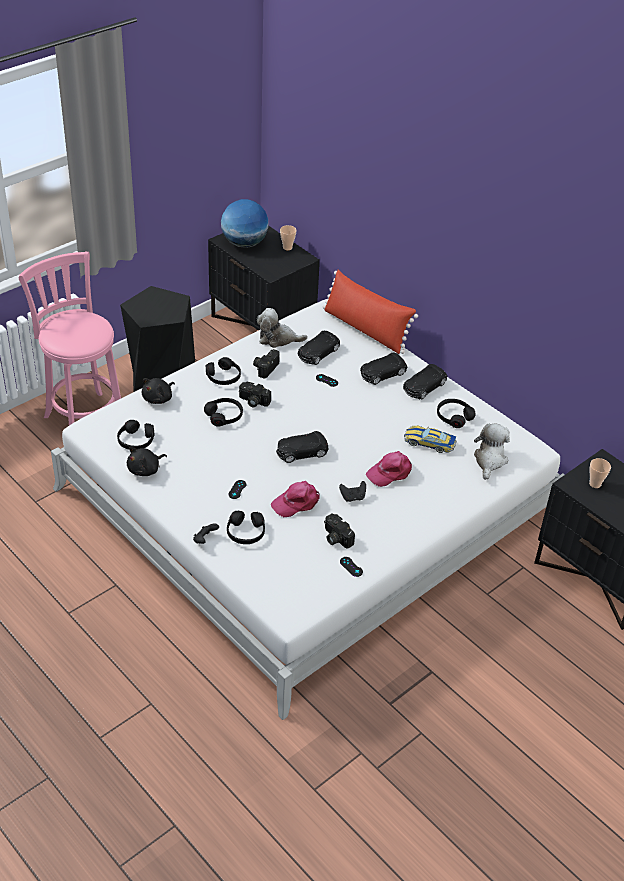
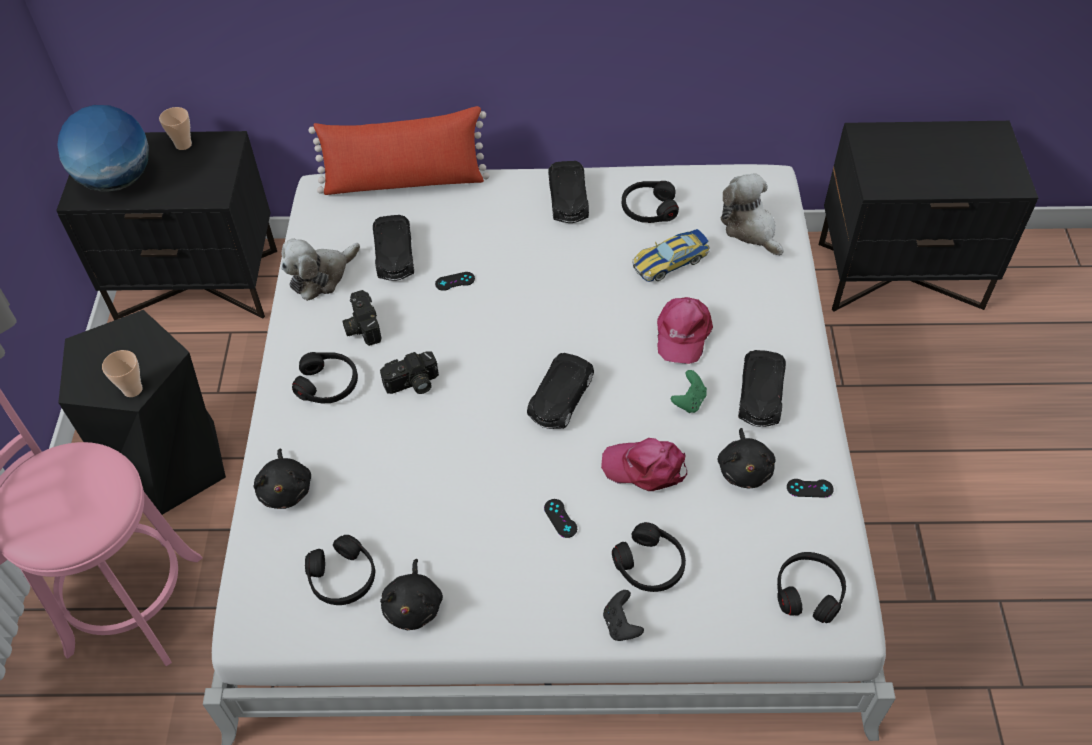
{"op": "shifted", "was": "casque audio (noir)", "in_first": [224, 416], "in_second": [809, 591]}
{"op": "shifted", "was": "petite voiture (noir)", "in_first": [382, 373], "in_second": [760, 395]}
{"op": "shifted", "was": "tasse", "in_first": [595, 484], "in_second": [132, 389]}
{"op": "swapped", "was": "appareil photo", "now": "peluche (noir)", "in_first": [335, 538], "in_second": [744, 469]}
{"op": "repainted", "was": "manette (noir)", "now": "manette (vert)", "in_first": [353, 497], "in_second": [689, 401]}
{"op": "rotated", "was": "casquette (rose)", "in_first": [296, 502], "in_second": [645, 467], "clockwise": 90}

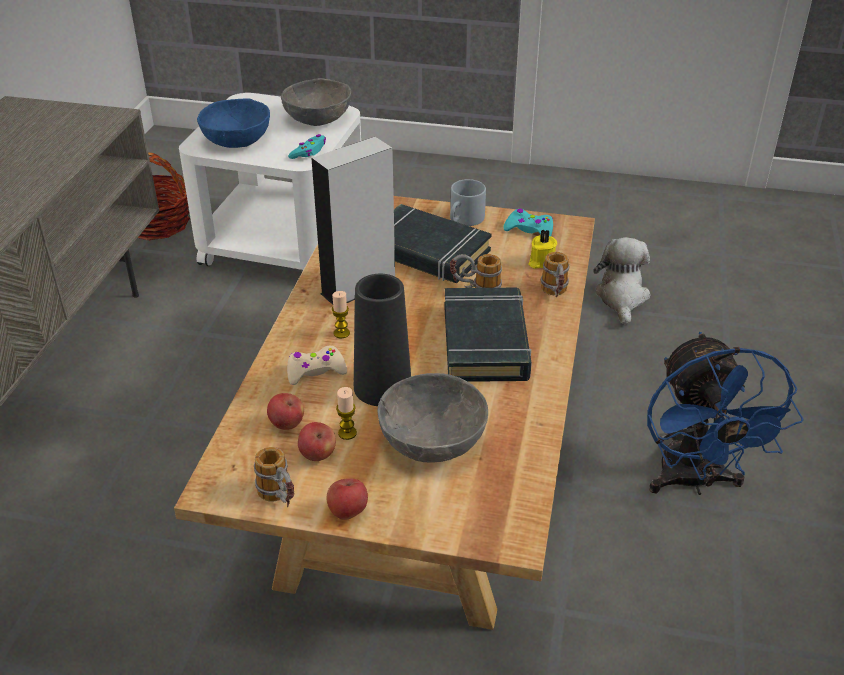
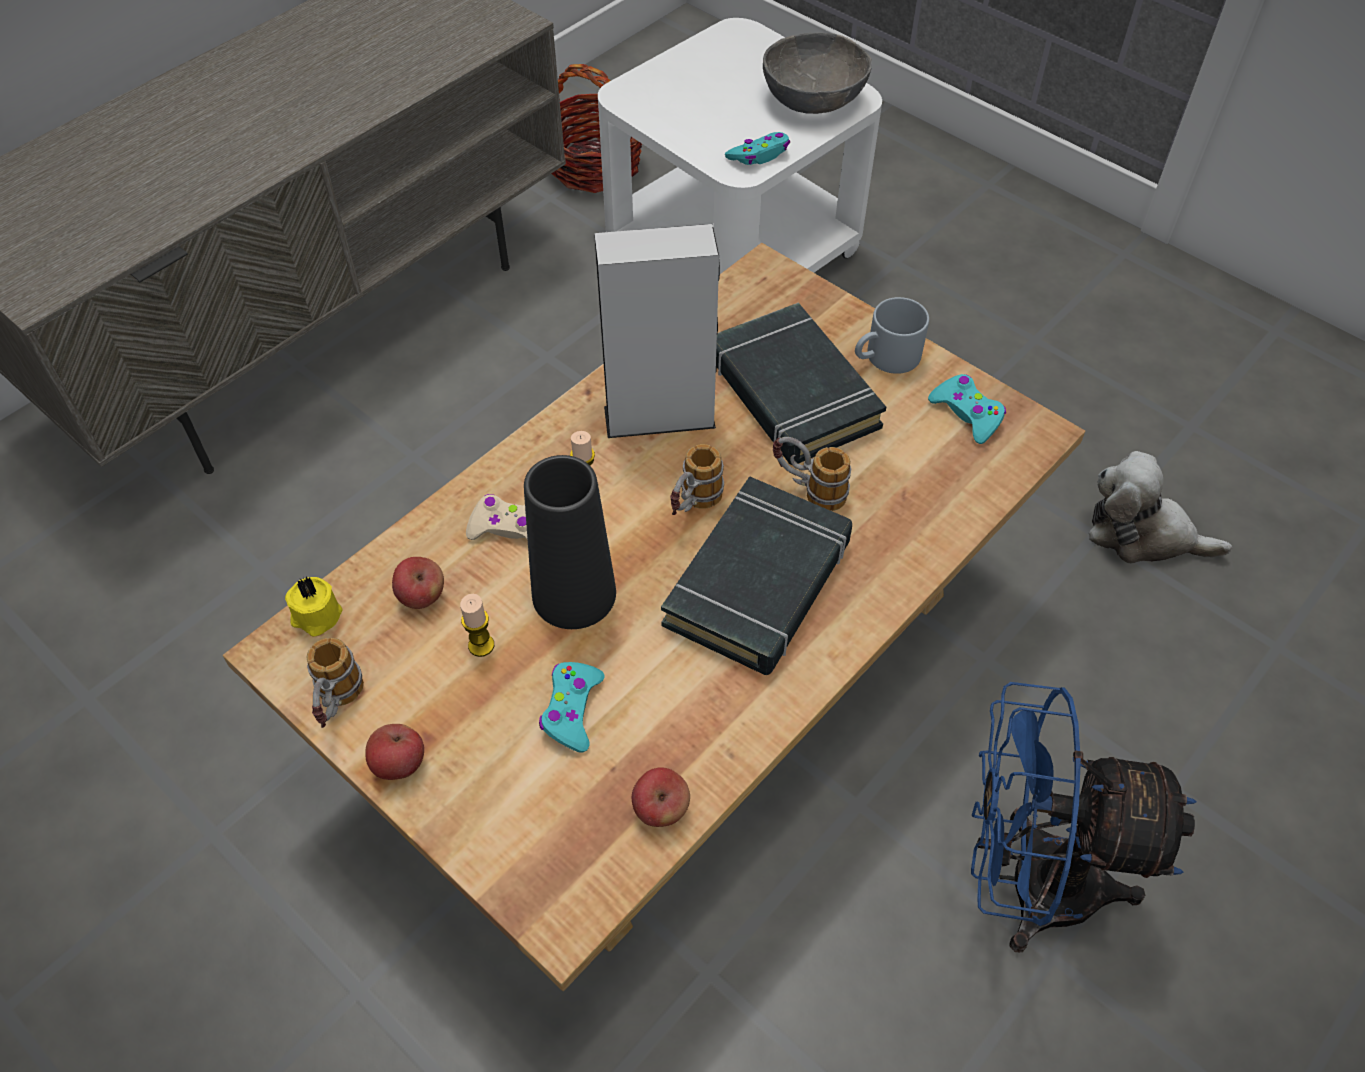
{"op": "gone", "was": "bol (bleu)", "in_first": [237, 140]}
{"op": "shifted", "was": "pomme", "in_first": [318, 455], "in_second": [661, 809]}
{"op": "shifted", "was": "bougie (jaune)", "in_first": [540, 262], "in_second": [316, 616]}
{"op": "shifted", "was": "mug", "in_first": [555, 295], "in_second": [693, 507]}
{"op": "swapped", "was": "bol (gris)", "now": "manette (turquoise)", "in_first": [431, 441], "in_second": [572, 710]}
{"op": "rotated", "was": "peluche", "in_first": [621, 298], "in_second": [1142, 534], "clockwise": -105}
{"op": "rotated", "was": "ventilateur (bleu)", "in_first": [693, 481], "in_second": [1027, 882], "clockwise": 75}

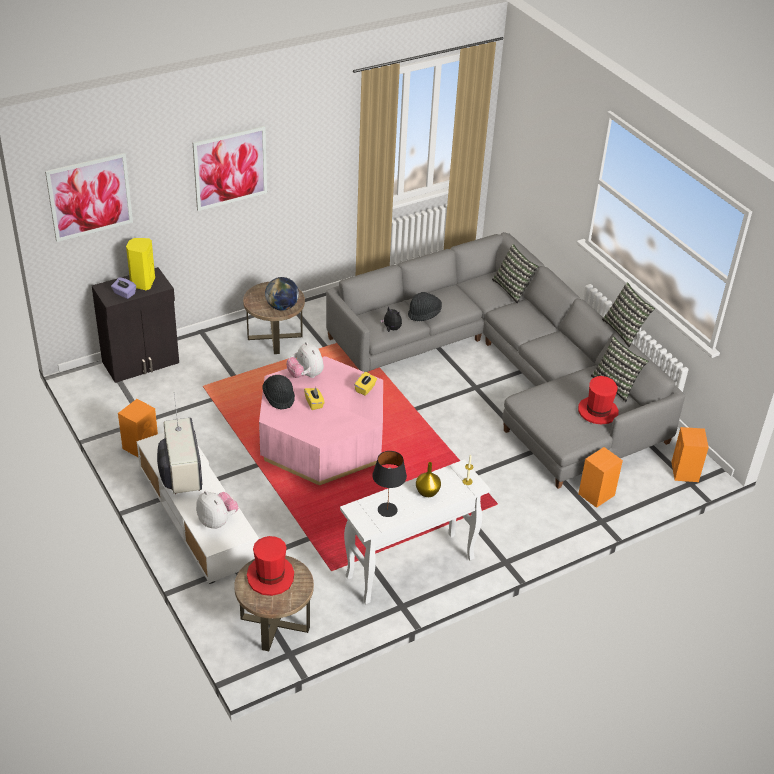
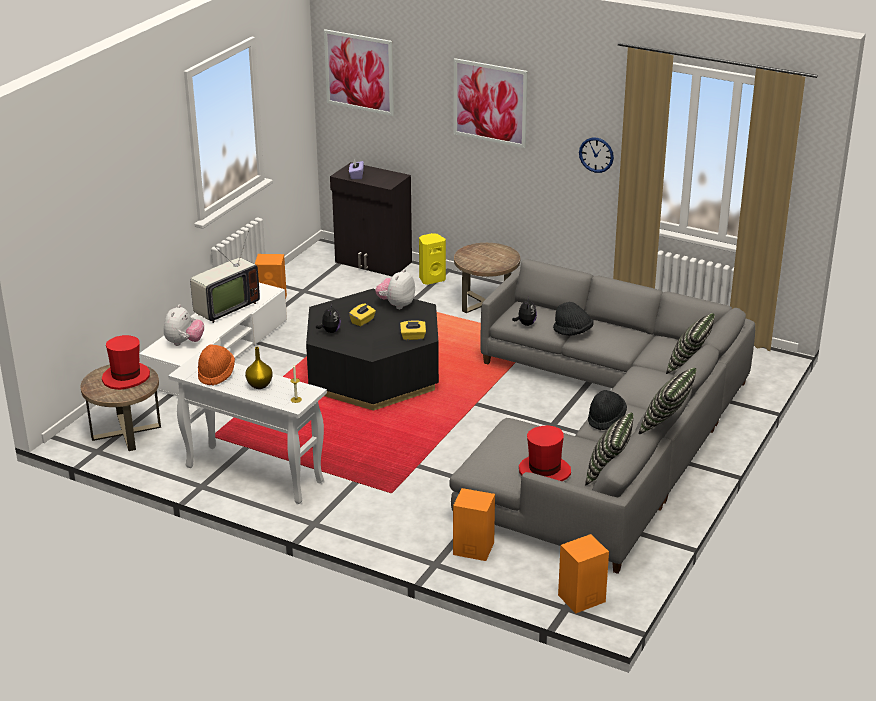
{"op": "gone", "was": "globe", "in_first": [282, 307]}
{"op": "new", "now": "peluche", "in_second": [330, 331]}
{"op": "new", "now": "horloge murale", "in_second": [596, 155]}
{"op": "shifted", "was": "enceinte (jaune)", "in_first": [142, 283], "in_second": [431, 279]}
{"op": "shifted", "was": "chapeau (noir)", "in_first": [279, 398], "in_second": [606, 419]}
{"op": "swapped", "was": "lampe de table (noir)", "now": "chapeau (orange)", "in_first": [387, 510], "in_second": [216, 374]}
{"op": "repainted", "was": "table basse (rose)", "now": "table basse (noir)", "in_first": [322, 440], "in_second": [374, 374]}

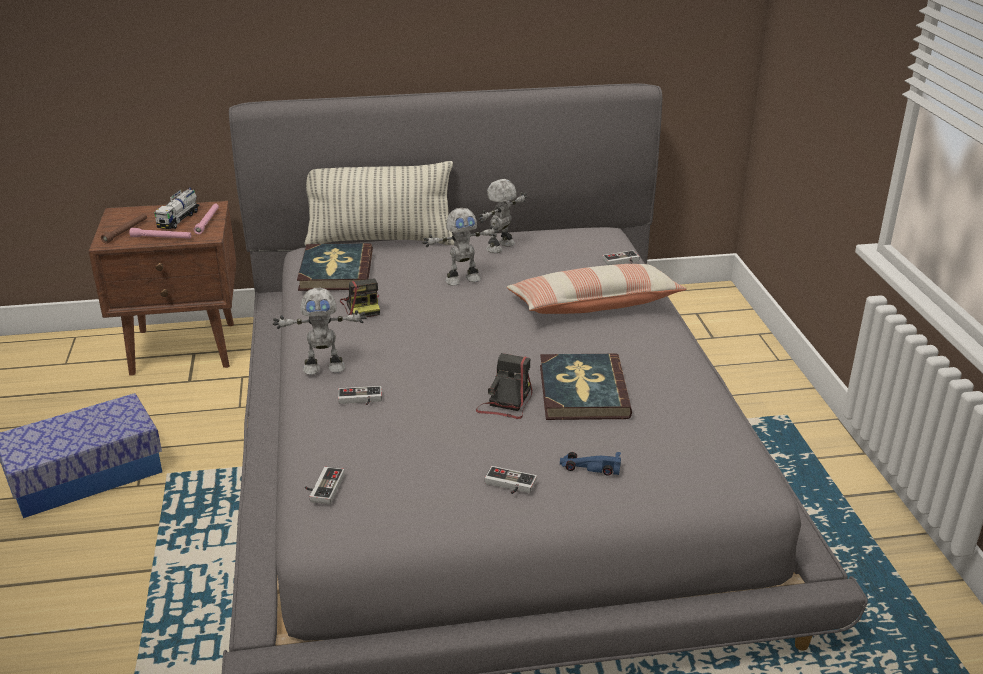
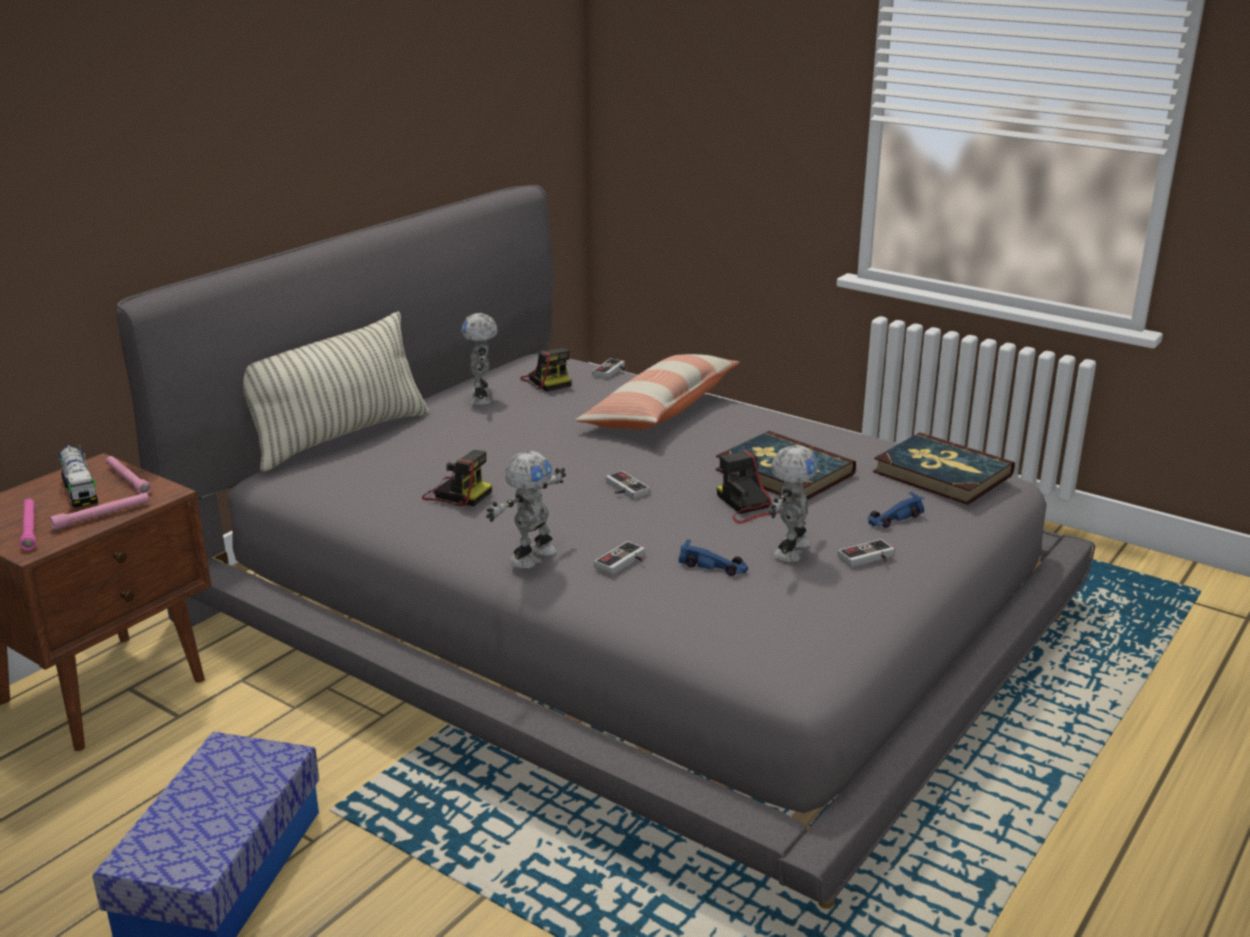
{"op": "new", "now": "appareil photo", "in_second": [547, 381]}
{"op": "new", "now": "petite voiture (bleu)", "in_second": [714, 566]}
{"op": "shifted", "was": "livre", "in_first": [335, 271], "in_second": [942, 474]}
{"op": "shifted", "was": "manette", "in_first": [322, 487], "in_second": [623, 489]}
{"op": "shifted", "was": "robot jouet", "in_first": [462, 279], "in_second": [789, 550]}
{"op": "repainted", "was": "lampe de poche (marron)", "now": "lampe de poche (rose)", "in_first": [126, 231], "in_second": [29, 529]}

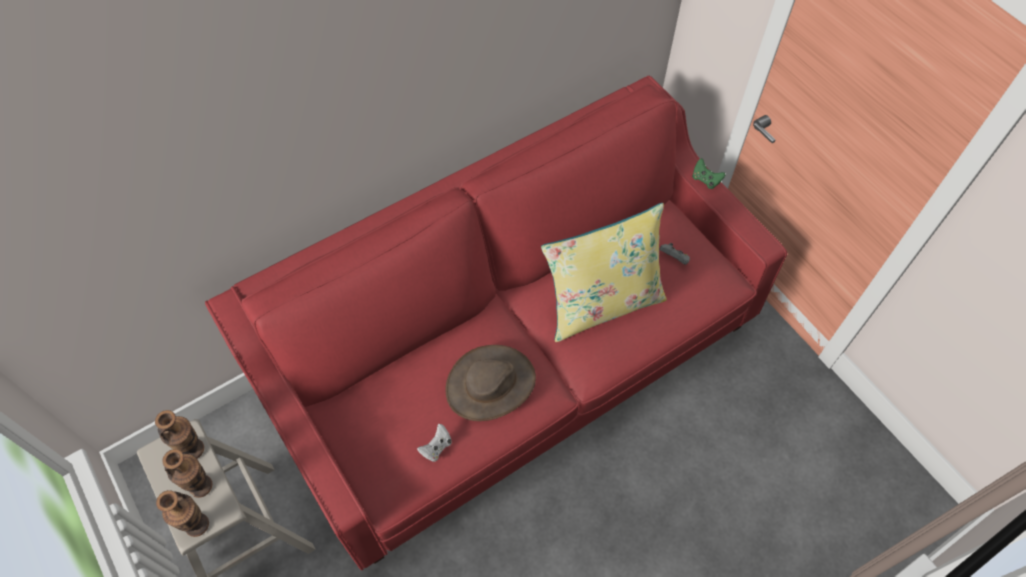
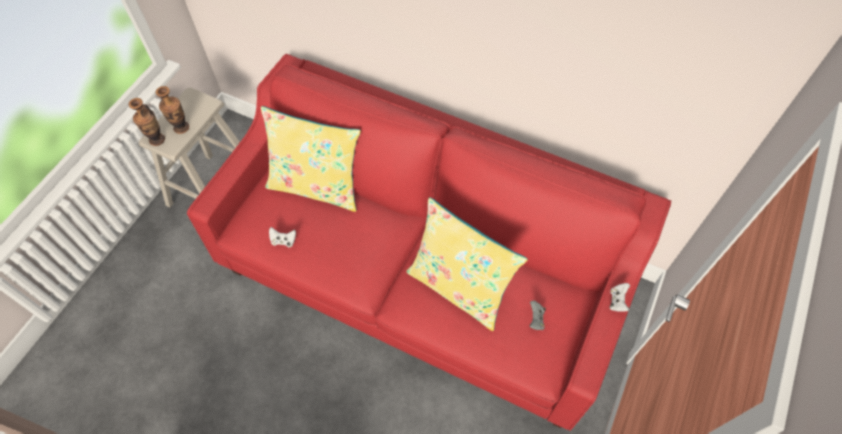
{"op": "gone", "was": "vase", "in_first": [193, 449]}
{"op": "gone", "was": "chapeau (marron)", "in_first": [491, 384]}
{"op": "new", "now": "coussin (jaune)", "in_second": [316, 186]}
{"op": "repainted", "was": "manette (vert)", "now": "manette (blanc)", "in_first": [705, 180], "in_second": [617, 301]}

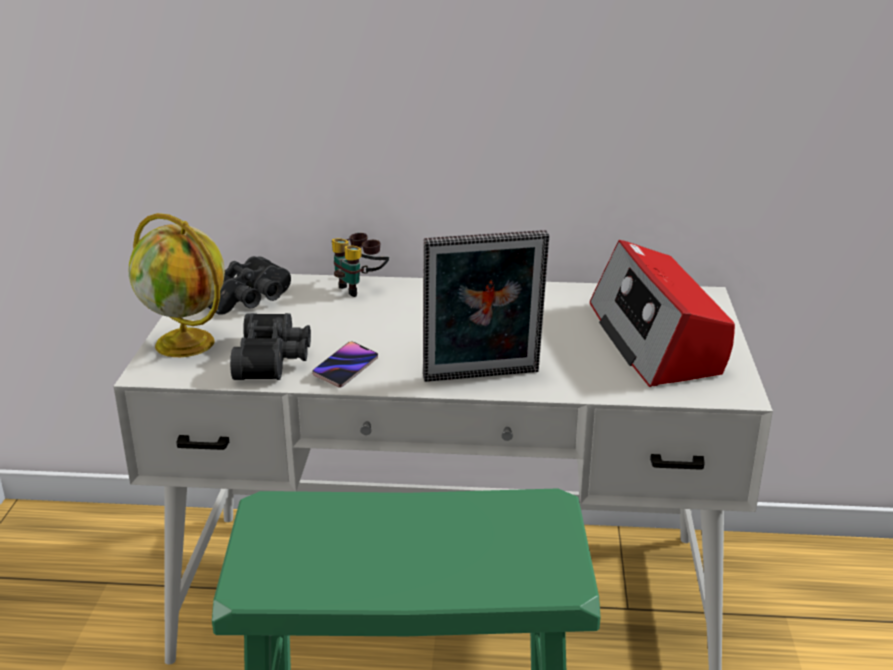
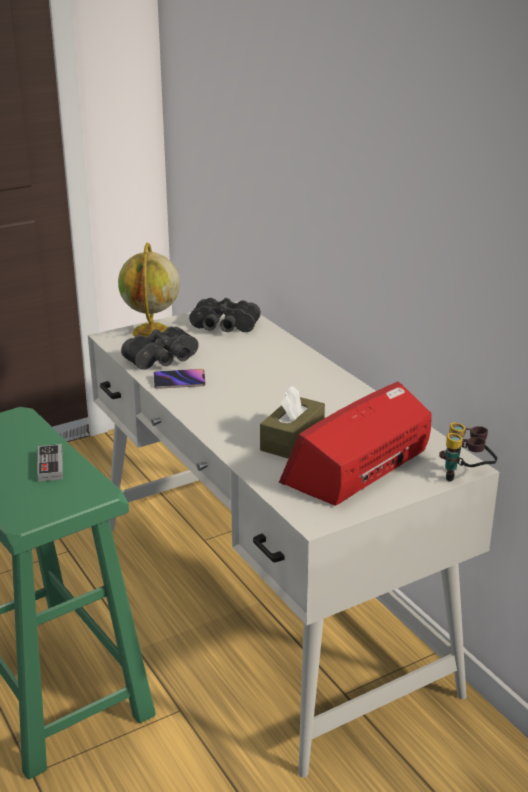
{"op": "gone", "was": "cadre photo", "in_first": [482, 378]}
{"op": "new", "now": "manette", "in_second": [50, 465]}
{"op": "new", "now": "boîte à mouchoirs (marron)", "in_second": [292, 440]}
{"op": "shifted", "was": "jumelles", "in_first": [360, 288], "in_second": [465, 477]}

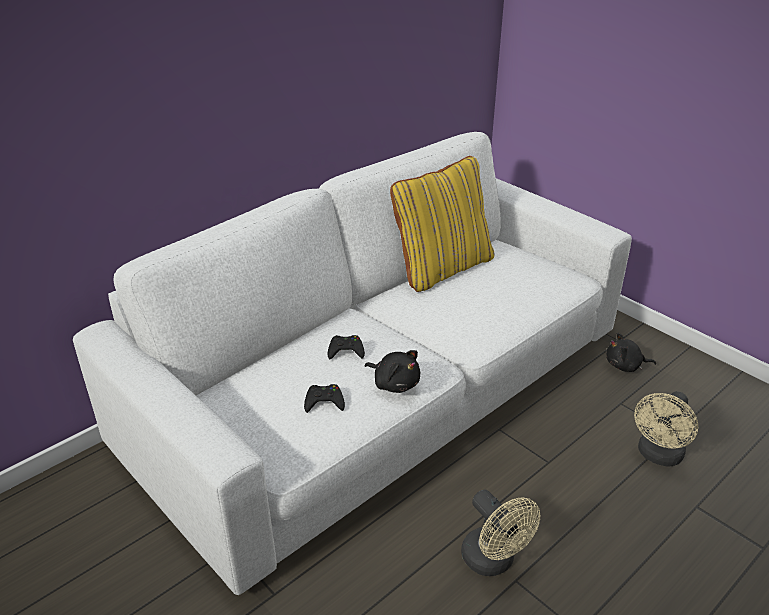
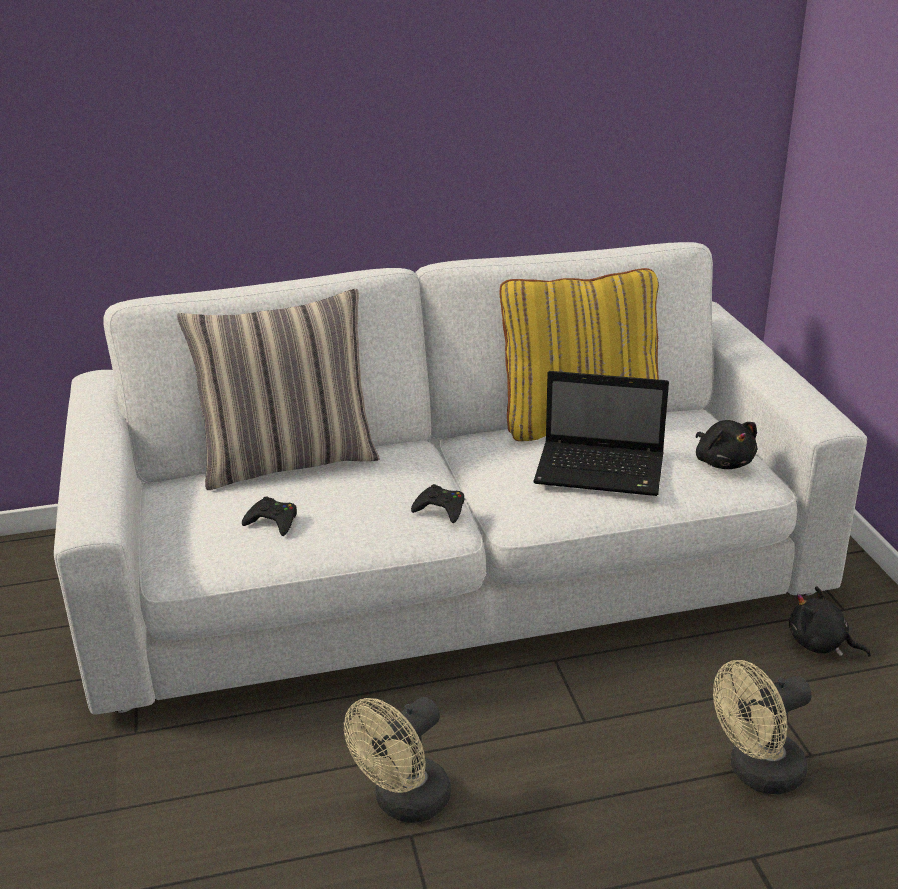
{"op": "new", "now": "coussin", "in_second": [290, 460]}
{"op": "new", "now": "ordinateur portable", "in_second": [602, 471]}
{"op": "shifted", "was": "manette (noir)", "in_first": [346, 351], "in_second": [441, 509]}
{"op": "shifted", "was": "peluche (noir)", "in_first": [394, 383], "in_second": [723, 462]}
{"op": "rotated", "was": "ventilateur (beige)", "in_first": [493, 561], "in_second": [404, 803], "clockwise": 45}

